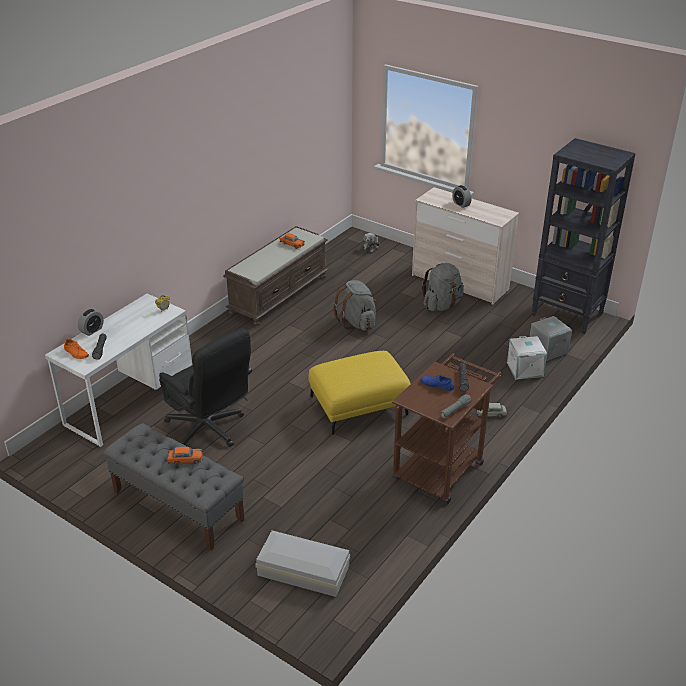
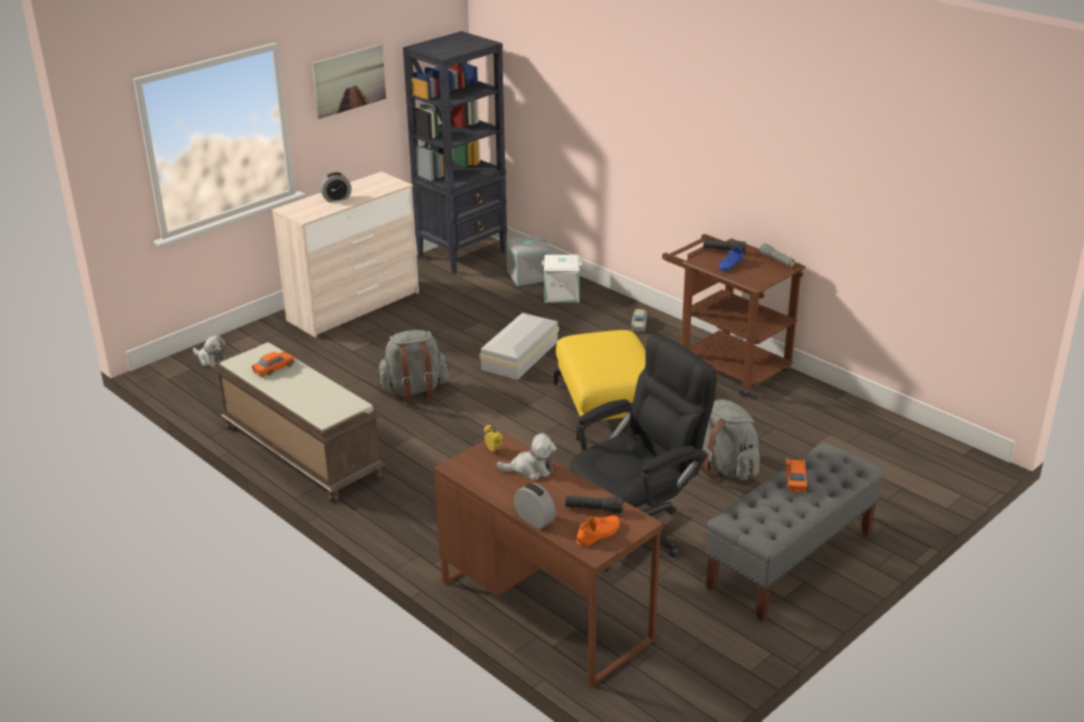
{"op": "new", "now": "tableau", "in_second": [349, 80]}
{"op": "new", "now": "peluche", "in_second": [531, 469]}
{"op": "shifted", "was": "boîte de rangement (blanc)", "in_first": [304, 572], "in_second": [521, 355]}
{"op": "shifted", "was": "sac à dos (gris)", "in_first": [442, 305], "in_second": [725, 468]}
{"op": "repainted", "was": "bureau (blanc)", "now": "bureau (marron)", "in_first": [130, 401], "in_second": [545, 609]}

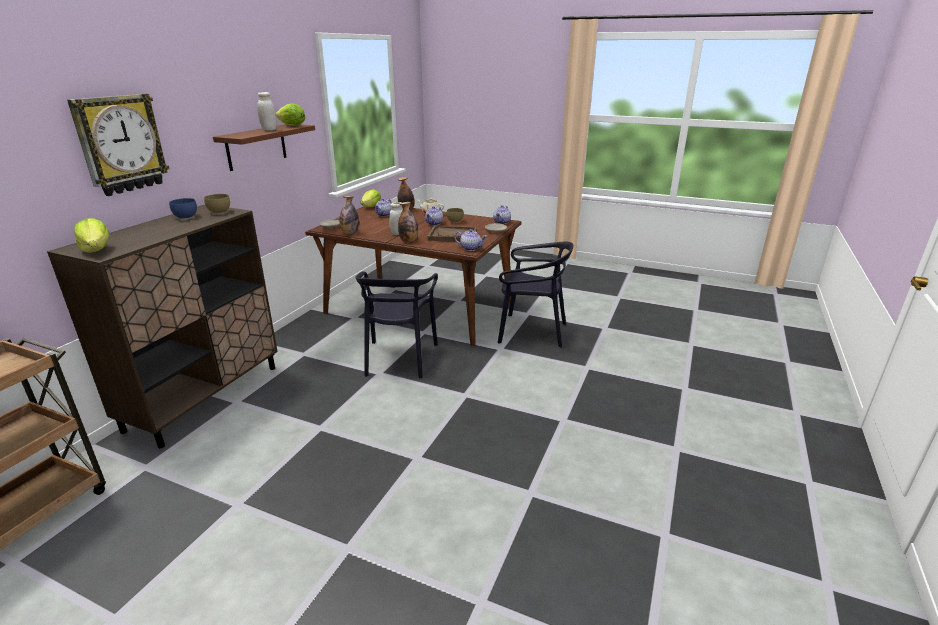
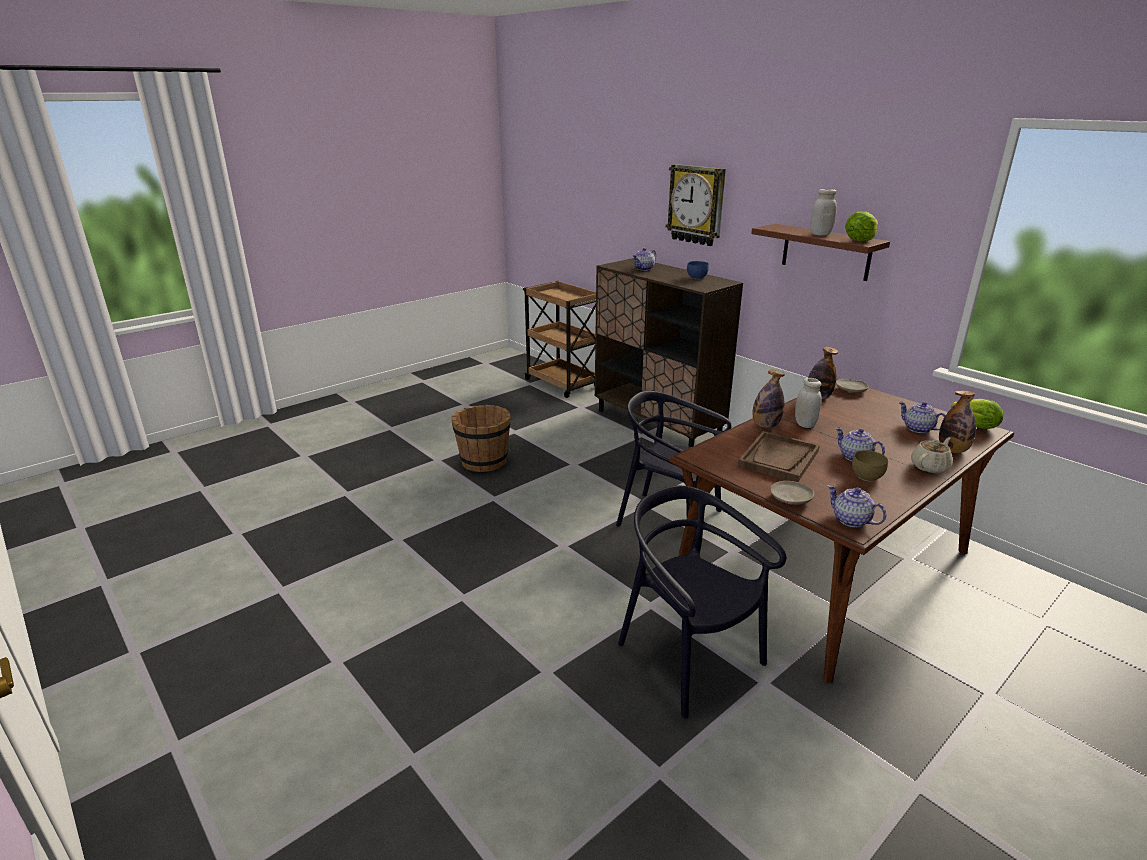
{"op": "gone", "was": "laitue", "in_first": [97, 250]}
{"op": "gone", "was": "bol (marron)", "in_first": [219, 211]}
{"op": "new", "now": "seau (marron)", "in_second": [484, 461]}
{"op": "shifted", "was": "théière", "in_first": [471, 248], "in_second": [644, 269]}
{"op": "rotated", "was": "chaise (noir)", "in_first": [531, 332], "in_second": [688, 658], "clockwise": 105}

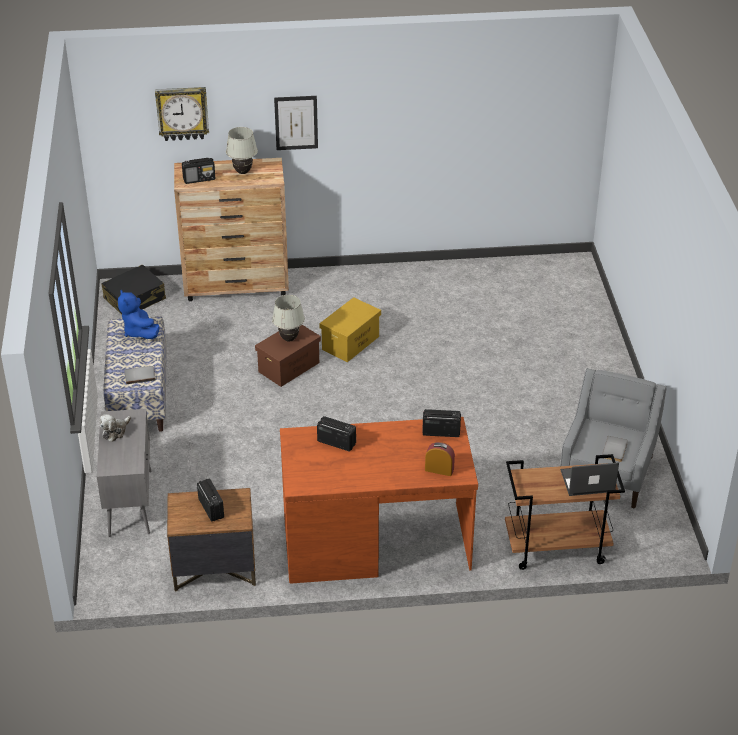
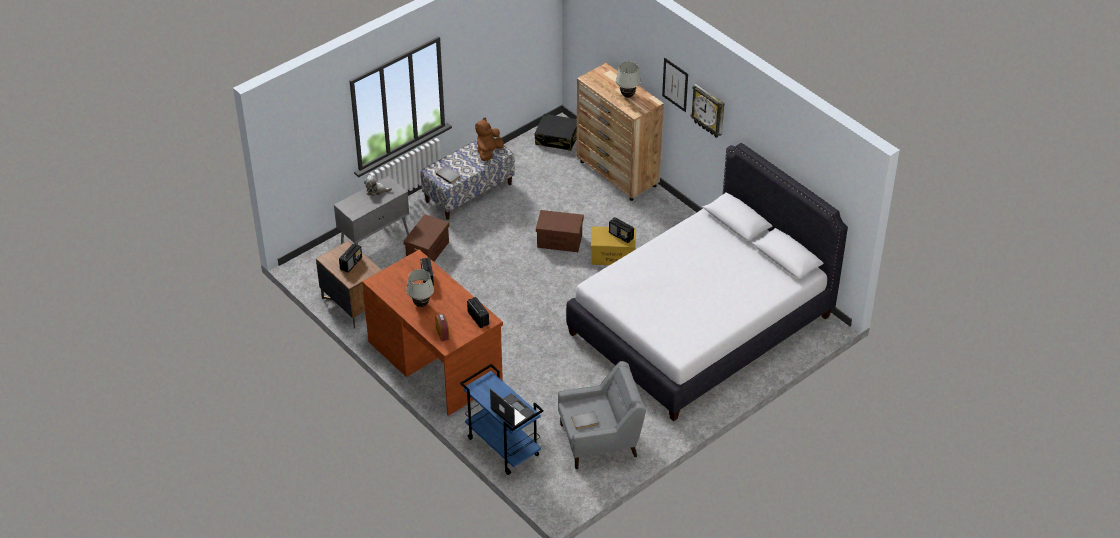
{"op": "new", "now": "boîte de rangement (marron)", "in_second": [427, 251]}
{"op": "new", "now": "lit (blanc)", "in_second": [700, 324]}
{"op": "shifted", "was": "horloge murale", "in_first": [182, 113], "in_second": [709, 111]}
{"op": "shifted", "was": "radio", "in_first": [199, 179], "in_second": [621, 236]}
{"op": "shifted", "was": "lampe de table (blanc)", "in_first": [289, 339], "in_second": [421, 304]}
{"op": "repainted", "was": "peluche (bleu)", "now": "peluche (marron)", "in_first": [139, 332], "in_second": [489, 152]}
{"op": "repainted", "was": "chariot (marron)", "now": "chariot (bleu)", "in_first": [555, 548], "in_second": [502, 446]}

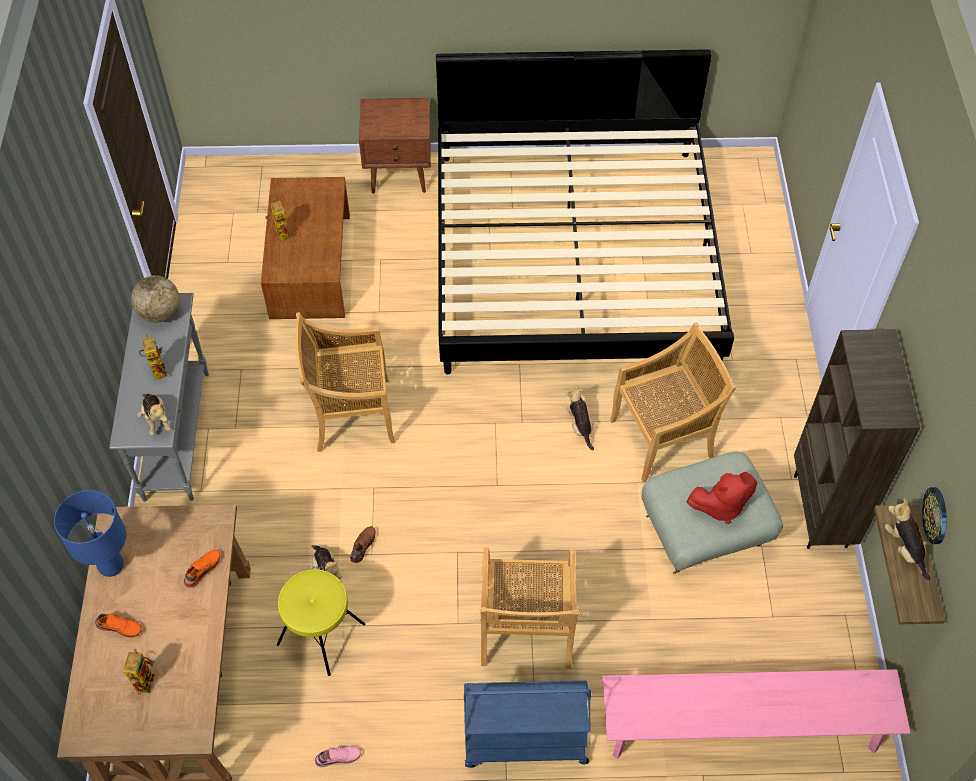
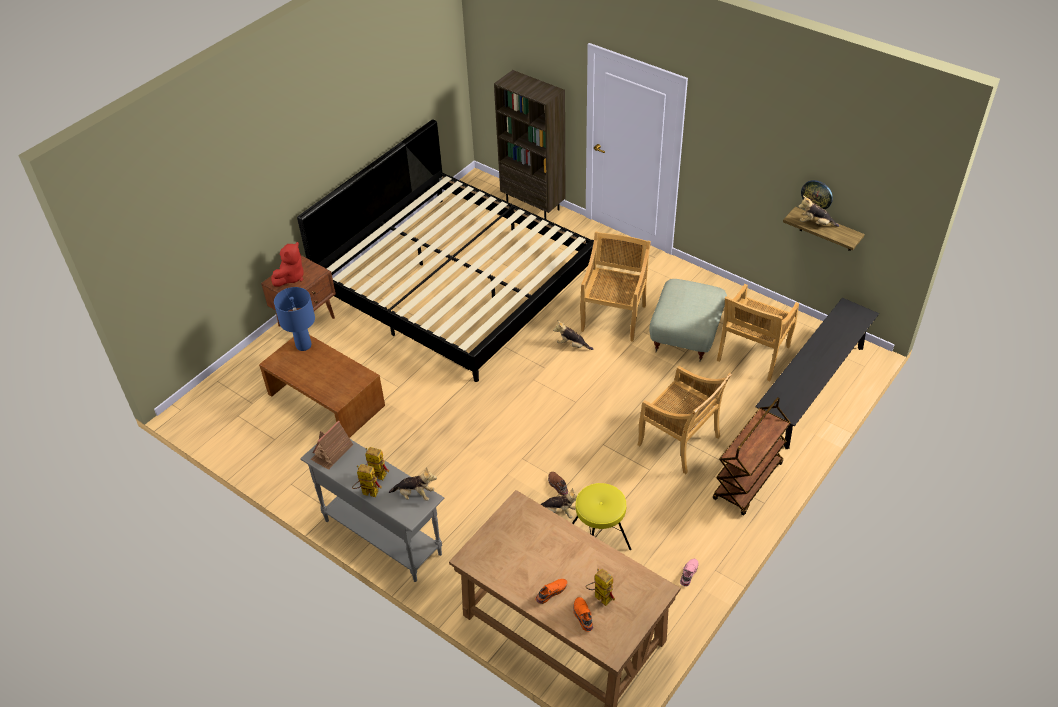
{"op": "shifted", "was": "lampe de table (bleu)", "in_first": [111, 565], "in_second": [303, 345]}
{"op": "shifted", "was": "chaussure (orange)", "in_first": [202, 569], "in_second": [582, 616]}
{"op": "shifted", "was": "robot jouet", "in_first": [280, 232], "in_second": [366, 493]}
{"op": "shifted", "was": "chaise (beige)", "in_first": [351, 414], "in_second": [753, 355]}
{"op": "shifted", "was": "peluche (rouge)", "in_first": [720, 506], "in_second": [291, 277]}
{"op": "shifted", "was": "bibliothèque (marron)", "in_first": [821, 511], "in_second": [533, 206]}
{"op": "swapped", "was": "globe", "now": "maison miniature", "in_first": [160, 313], "in_second": [332, 452]}
{"op": "repainted", "was": "chariot (bleu)", "now": "chariot (marron)", "in_first": [524, 742], "in_second": [748, 482]}
{"op": "repainted", "was": "banc (rose)", "now": "banc (noir)", "in_first": [742, 730], "in_second": [812, 389]}

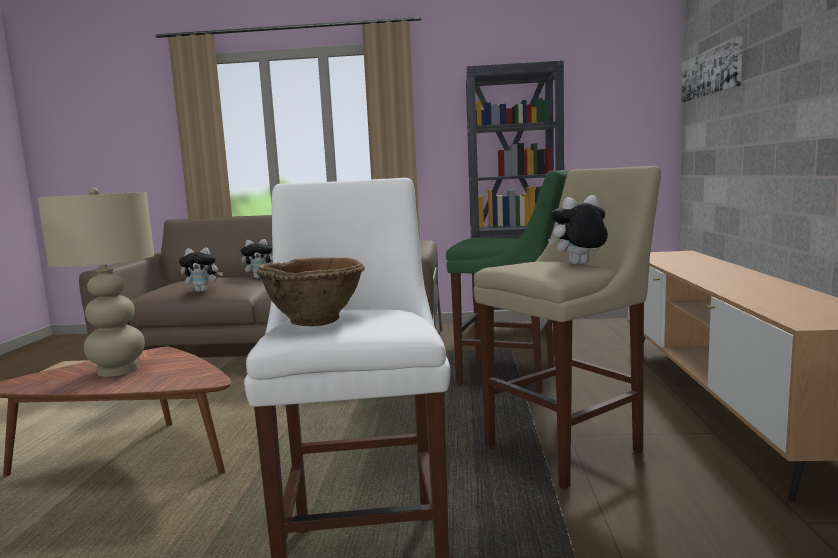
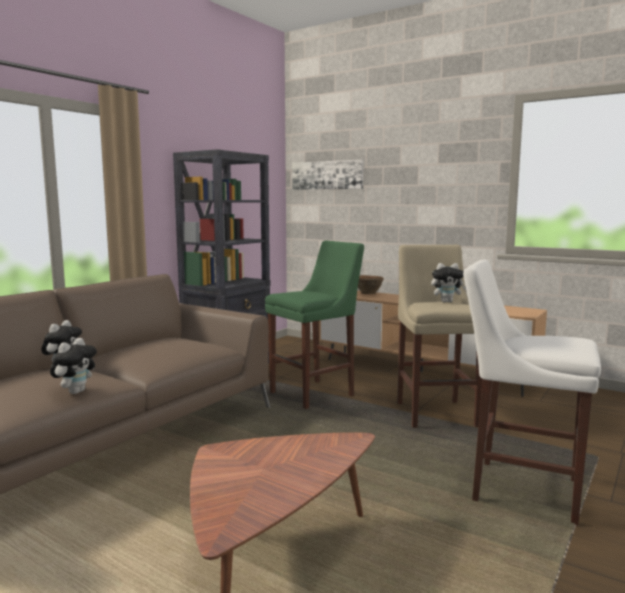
{"op": "gone", "was": "lampe de table (beige)", "in_first": [118, 370]}
{"op": "shifted", "was": "bol (marron)", "in_first": [315, 320], "in_second": [368, 293]}
{"op": "rotated", "was": "peluche", "in_first": [579, 264], "in_second": [447, 302], "clockwise": -105}

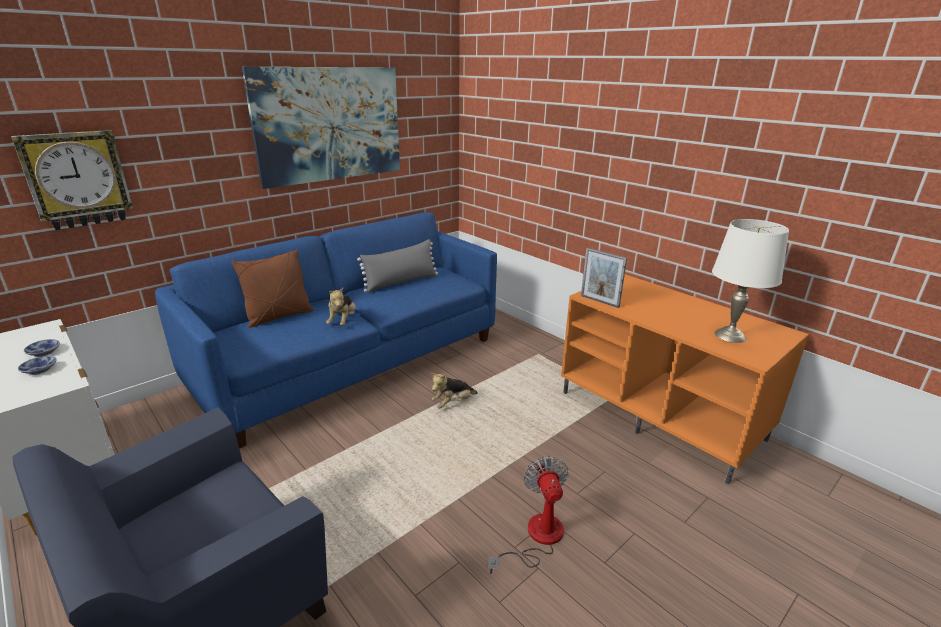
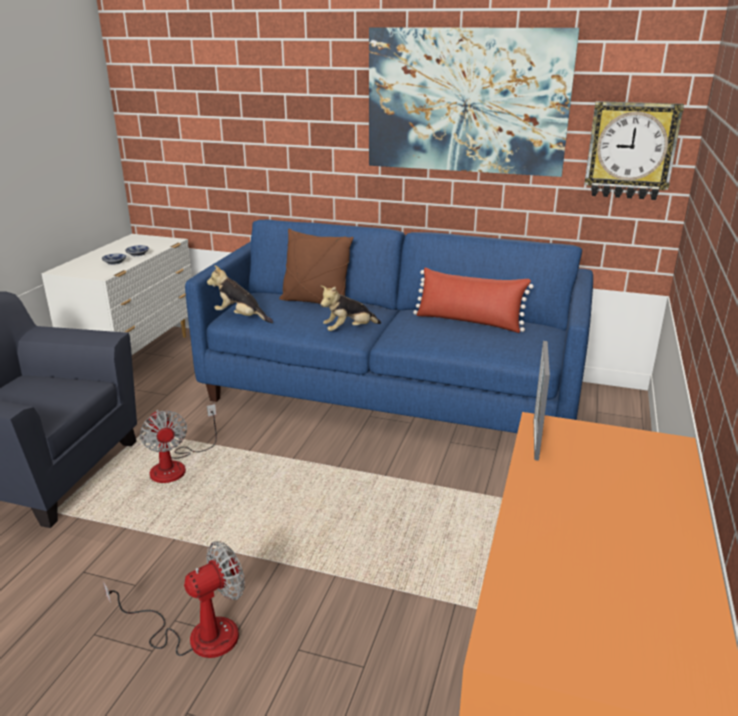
{"op": "gone", "was": "lampe de table (blanc)", "in_first": [730, 335]}
{"op": "new", "now": "ventilateur", "in_second": [177, 466]}
{"op": "shifted", "was": "horloge murale", "in_first": [77, 179], "in_second": [631, 150]}
{"op": "shifted", "was": "peluche", "in_first": [453, 403], "in_second": [241, 317]}
{"op": "repainted", "was": "coussin (gris)", "now": "coussin (rouge)", "in_first": [401, 282], "in_second": [469, 322]}

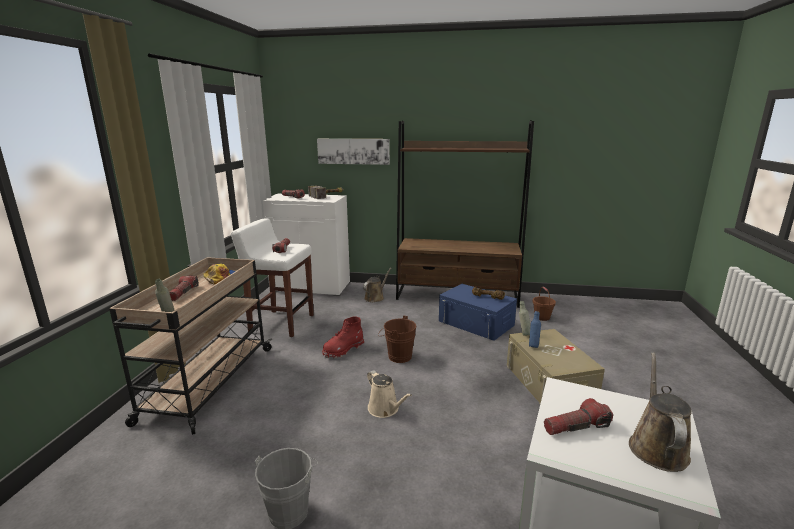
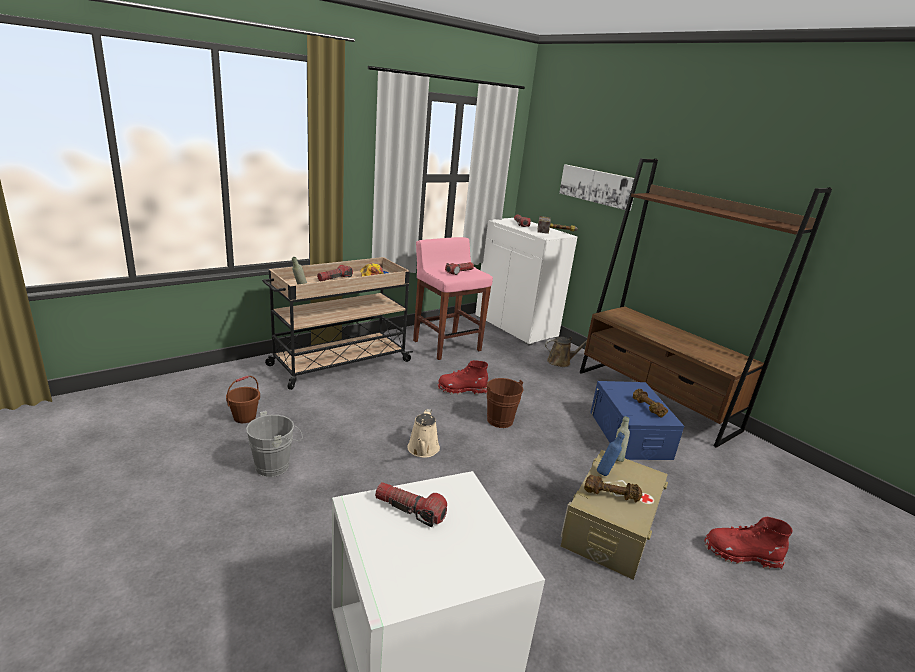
{"op": "gone", "was": "arrosoir (marron)", "in_first": [656, 446]}
{"op": "new", "now": "haltère (marron)", "in_second": [611, 495]}
{"op": "new", "now": "botte (rouge)", "in_second": [741, 554]}
{"op": "shifted", "was": "seau (marron)", "in_first": [542, 317], "in_second": [244, 417]}
{"op": "repainted", "was": "tabouret (blanc)", "now": "tabouret (rose)", "in_first": [281, 323], "in_second": [446, 345]}

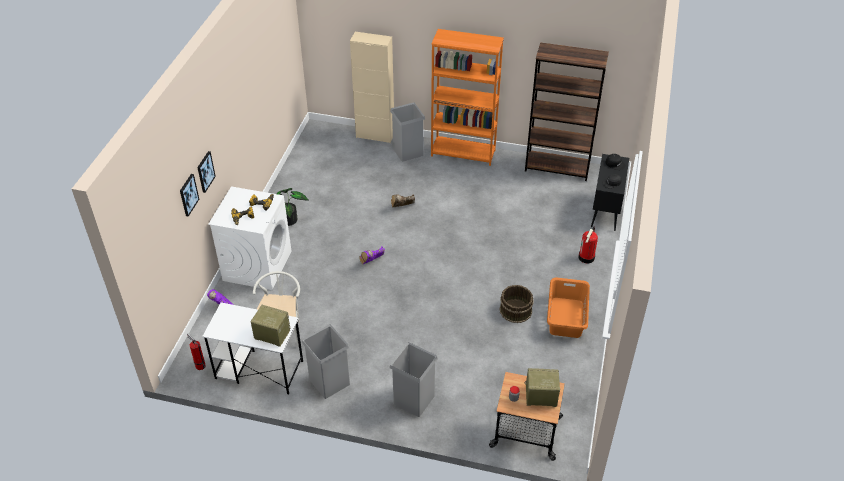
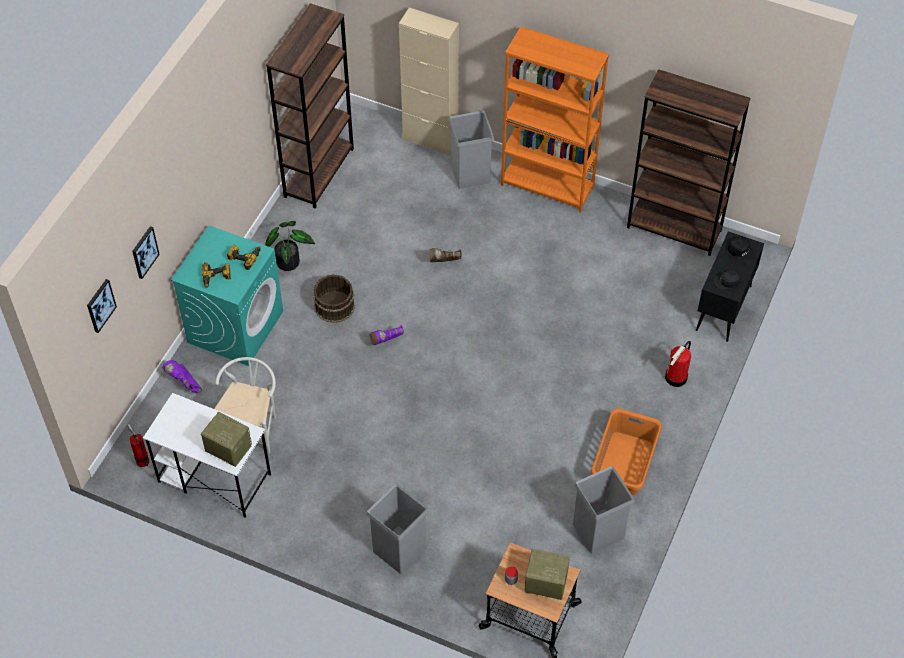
{"op": "new", "now": "bibliothèque (marron)", "in_second": [319, 172]}
{"op": "shifted", "was": "tableau", "in_first": [205, 171], "in_second": [100, 305]}
{"op": "shifted", "was": "poubelle (gris)", "in_first": [329, 381], "in_second": [598, 530]}
{"op": "shifted", "was": "seau (marron)", "in_first": [515, 310], "in_second": [334, 306]}
{"op": "repainted", "was": "lave-linge (blanc)", "now": "lave-linge (turquoise)", "in_first": [257, 265], "in_second": [235, 326]}

